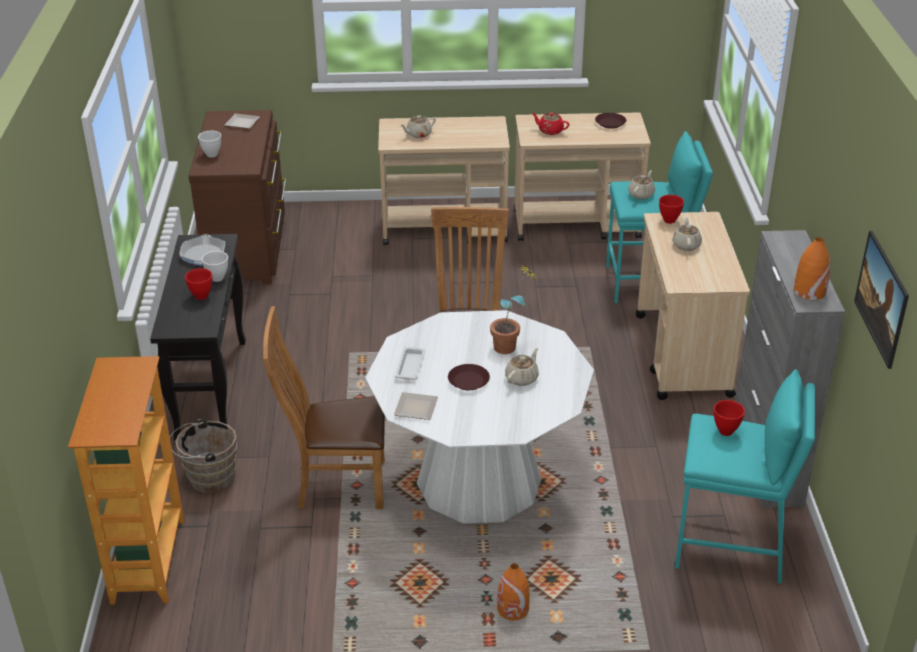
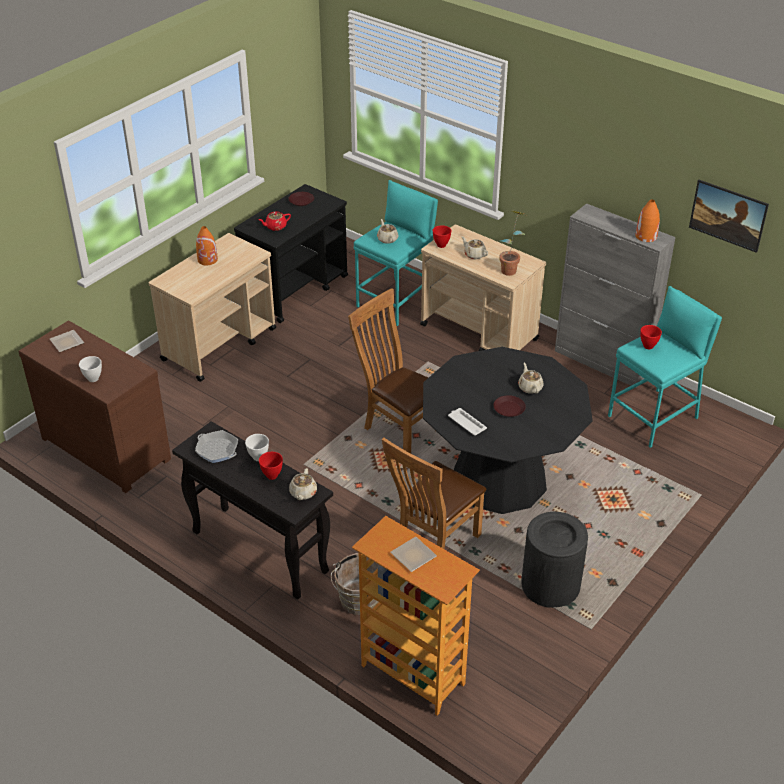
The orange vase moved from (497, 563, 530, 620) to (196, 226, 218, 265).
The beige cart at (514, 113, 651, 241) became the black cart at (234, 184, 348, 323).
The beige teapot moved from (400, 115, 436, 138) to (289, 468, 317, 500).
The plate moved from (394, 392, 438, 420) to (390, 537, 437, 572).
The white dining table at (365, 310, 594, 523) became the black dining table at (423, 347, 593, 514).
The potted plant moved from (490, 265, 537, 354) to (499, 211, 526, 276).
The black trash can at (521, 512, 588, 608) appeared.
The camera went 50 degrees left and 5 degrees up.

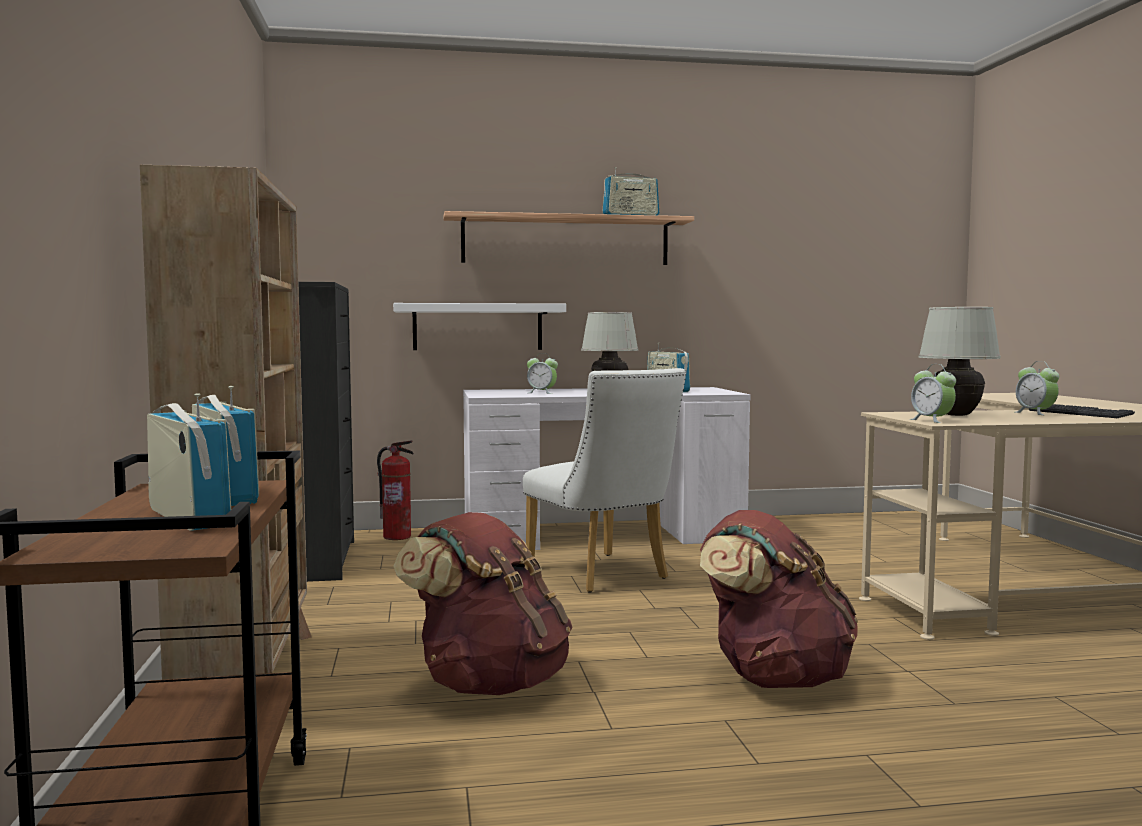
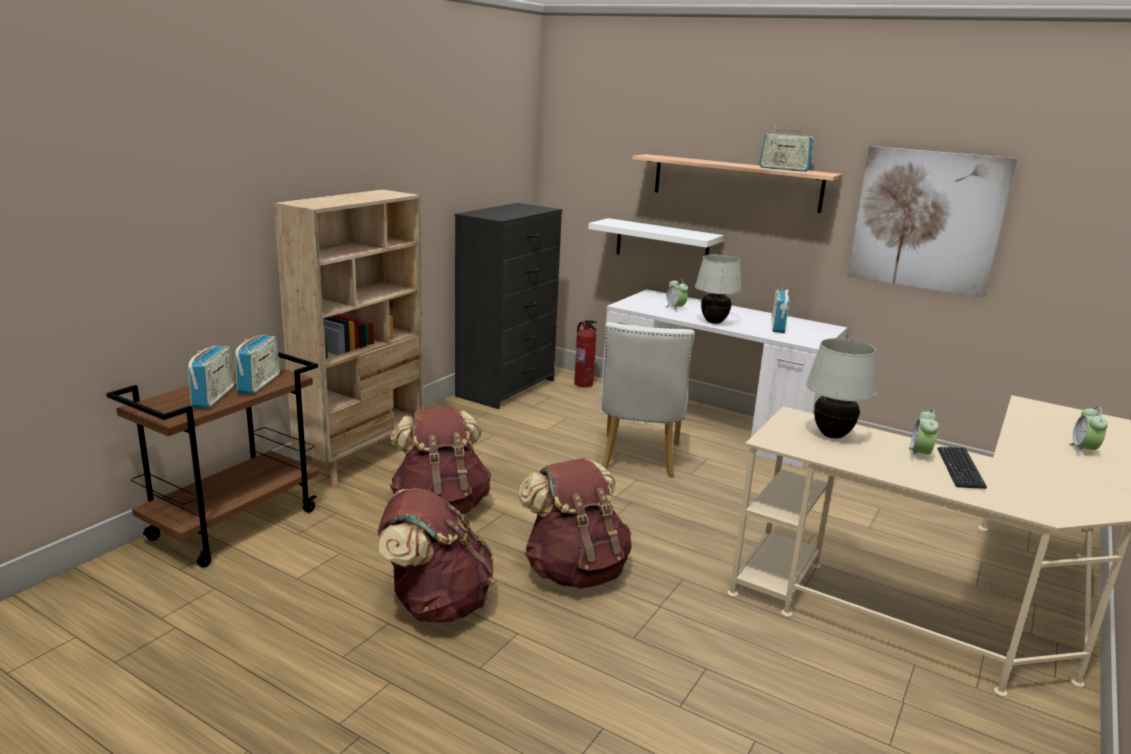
The brown backpack at (377, 488, 493, 622) appeared.
The picture at (847, 146, 1017, 298) appeared.
The alarm clock moved from (910, 364, 956, 423) to (1069, 406, 1108, 456).
The camera went 40 degrees right and 15 degrees up.

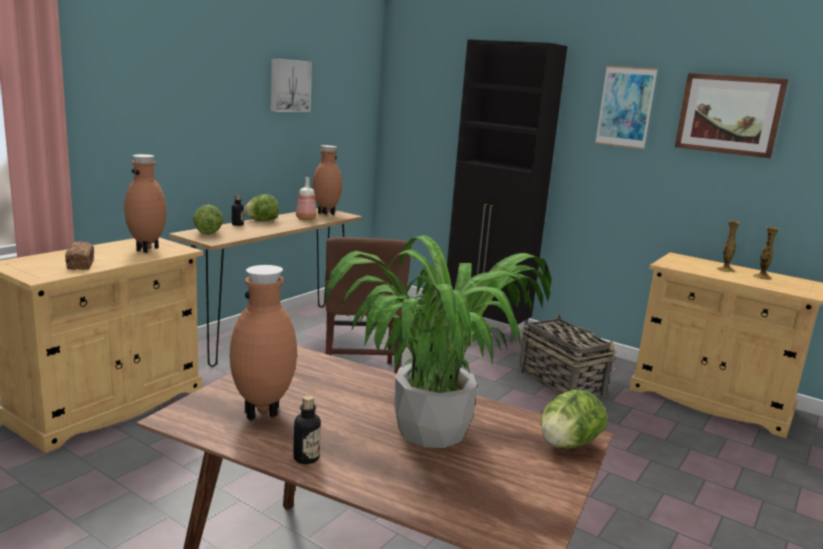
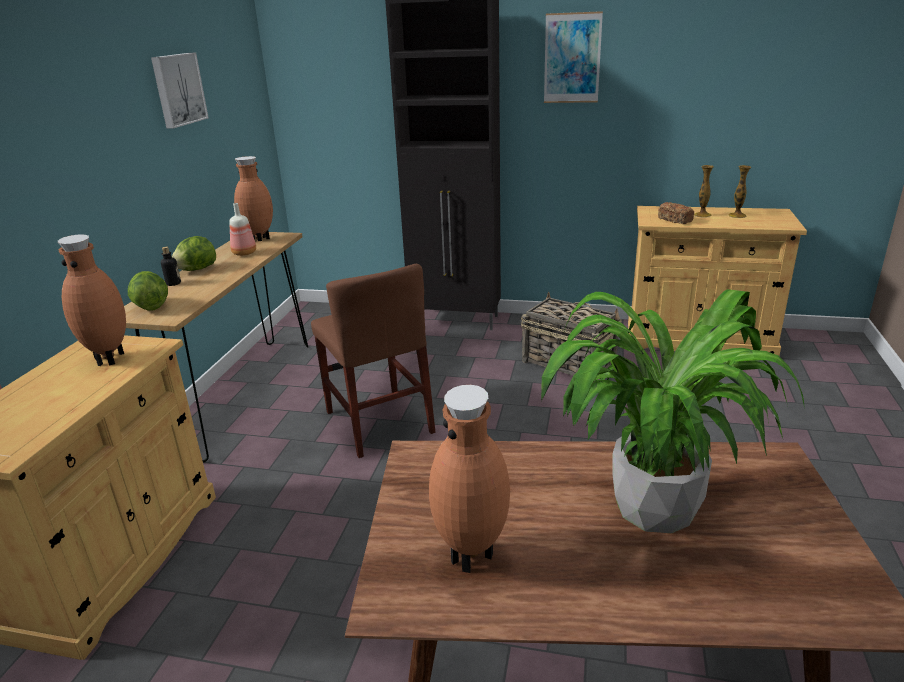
The bread moved from (65, 241, 94, 270) to (658, 202, 694, 224).
The bottle at (293, 395, 321, 464) disappeared.
The lettuce at (541, 389, 608, 449) disappeared.
The picture at (675, 73, 789, 158) disappeared.
The camera went 20 degrees left and 10 degrees up.

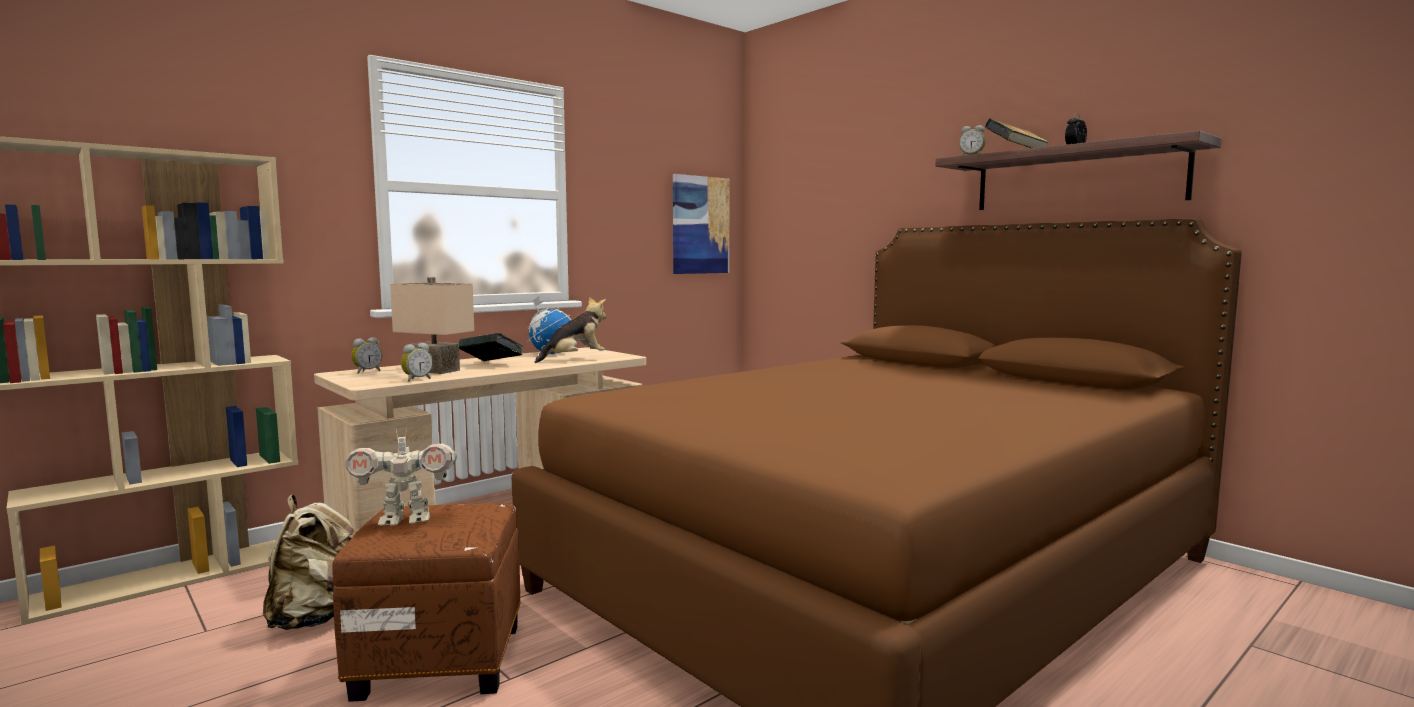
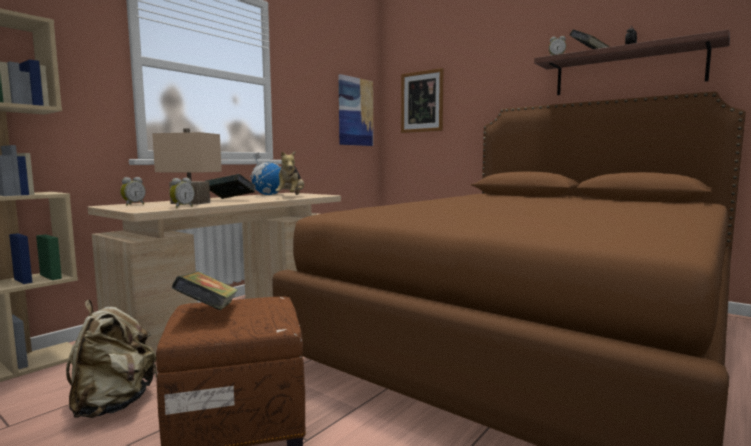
The toy robot at (346, 427, 457, 525) was replaced by the book at (172, 271, 238, 310).
The plush toy at (535, 297, 606, 363) turned 135 degrees clockwise.
The picture at (401, 68, 444, 133) appeared.
The camera went 10 degrees left and 0 degrees up.

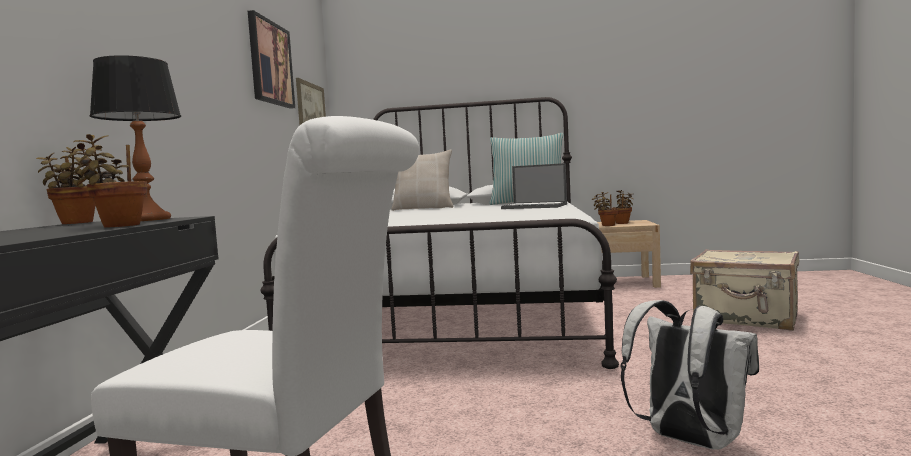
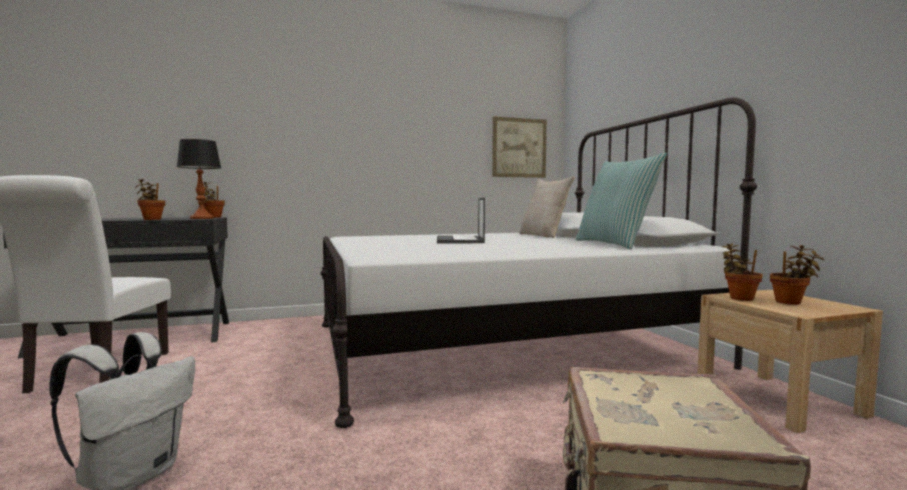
The laptop moved from (501, 163, 567, 209) to (437, 198, 485, 243).
The picture at (248, 10, 295, 109) disappeared.
The camera went 65 degrees right and 0 degrees up.

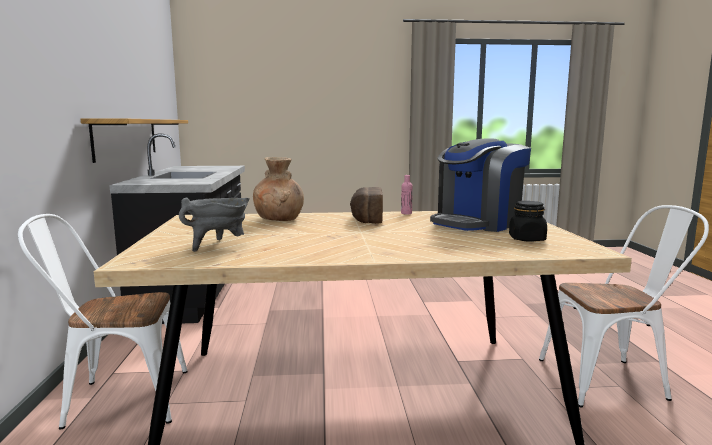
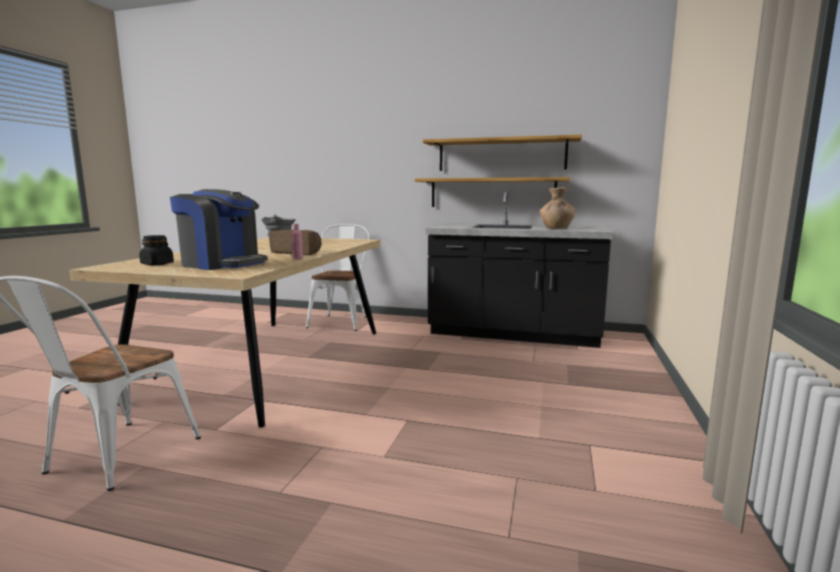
The coffee machine at (430, 138, 531, 232) turned 135 degrees clockwise.
The shelf at (423, 135, 582, 171) appeared.
The brown vase moved from (253, 157, 304, 221) to (540, 187, 575, 229).
The camera went 110 degrees right and 0 degrees up.

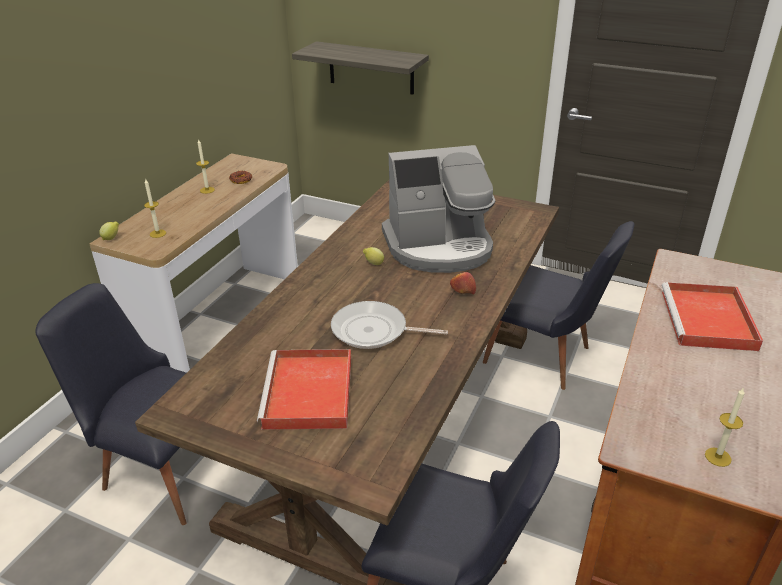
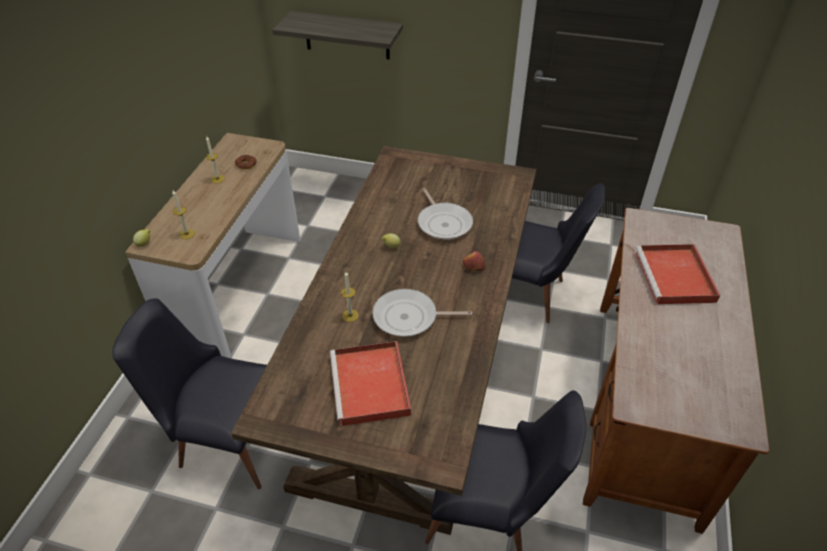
The candle moved from (705, 387, 745, 467) to (341, 272, 359, 322).
The coffee machine at (382, 145, 495, 273) was replaced by the frying pan at (418, 188, 473, 240).
The camera went 10 degrees left and 10 degrees up.

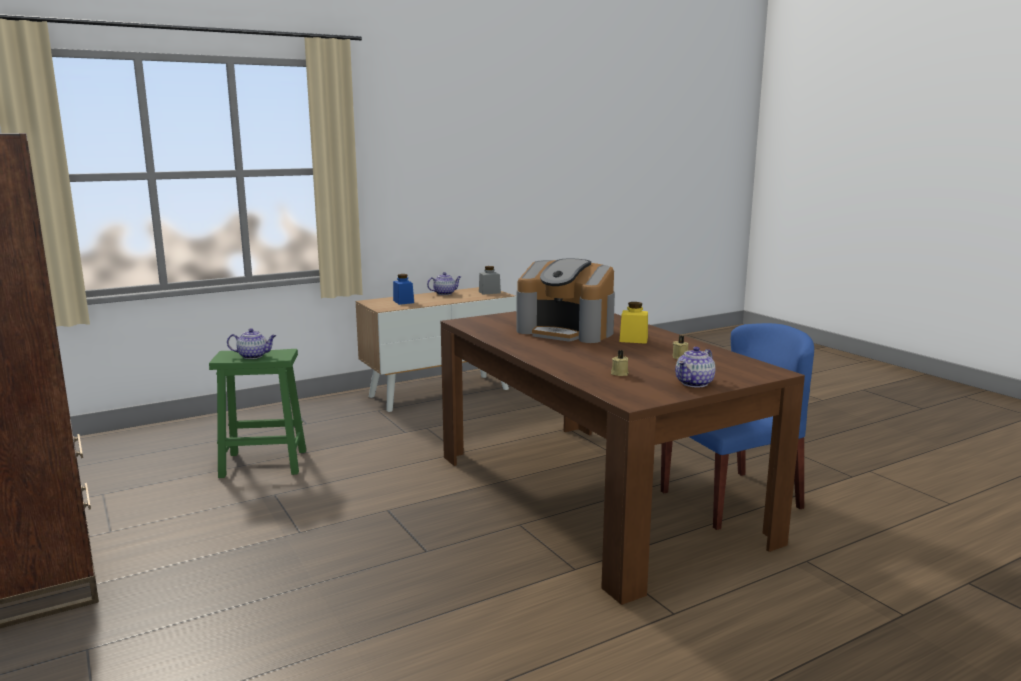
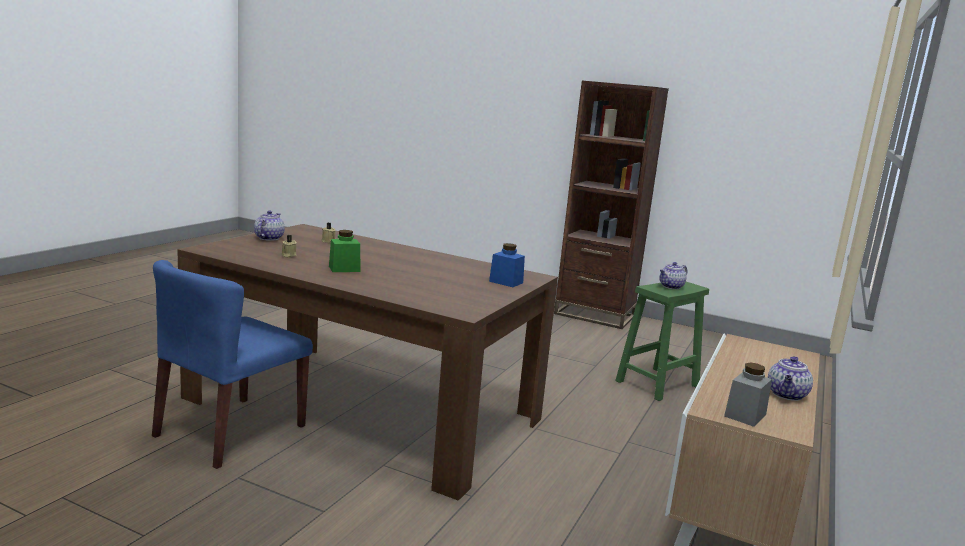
The yellow jar at (619, 302, 648, 344) became the green jar at (329, 230, 360, 272).
The blue jar moved from (393, 274, 414, 305) to (489, 243, 525, 287).
The coffee machine at (516, 259, 615, 343) disappeared.
The camera went 145 degrees right and 0 degrees up.

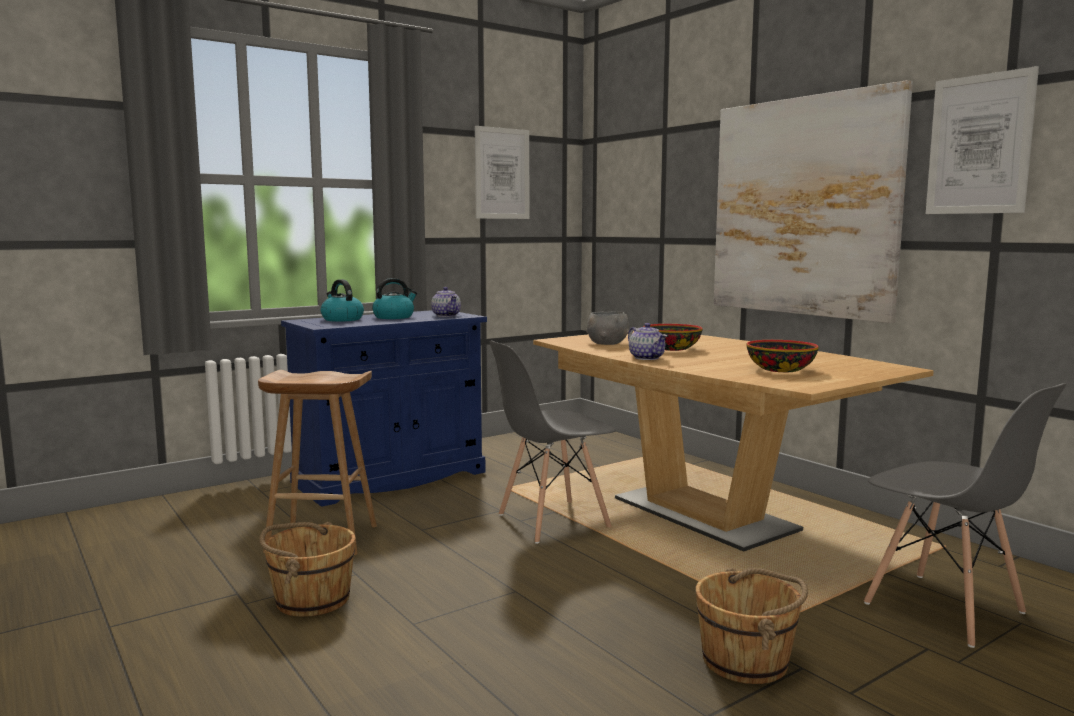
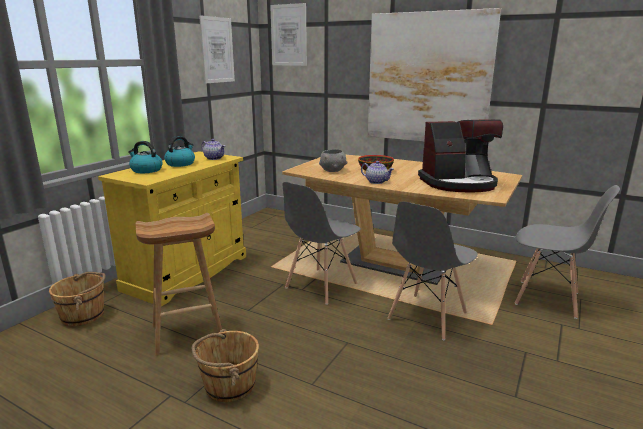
The brown bucket moved from (695, 568, 808, 684) to (49, 272, 106, 326).
The blue cabinet at (281, 310, 487, 507) became the yellow cabinet at (98, 151, 246, 307).
The picture moved from (926, 66, 1039, 214) to (270, 3, 307, 66).
The grey chair at (388, 202, 478, 340) appeared.
The bowl at (746, 340, 819, 372) was replaced by the coffee machine at (418, 119, 503, 193).
The camera went 25 degrees left and 10 degrees up.

